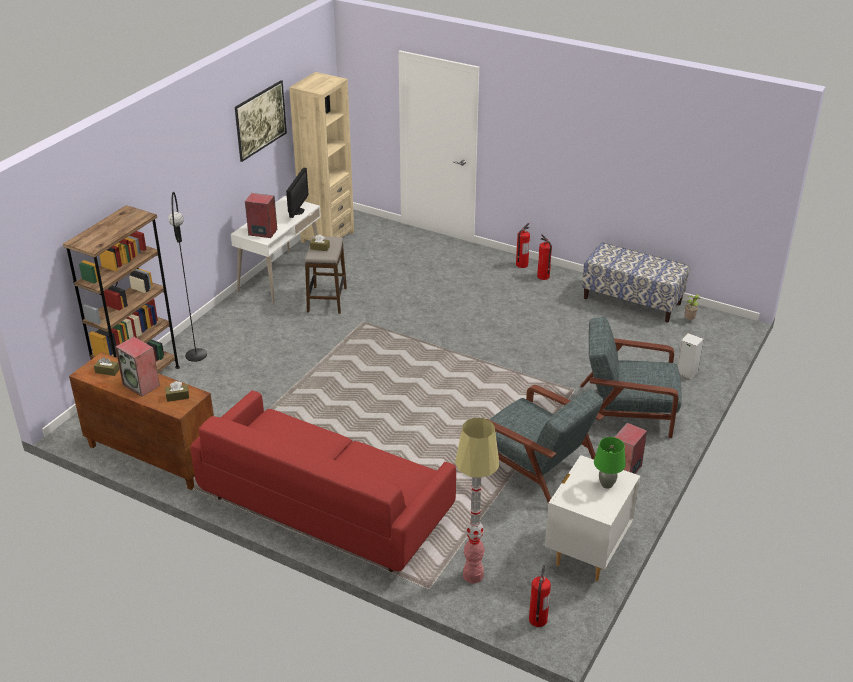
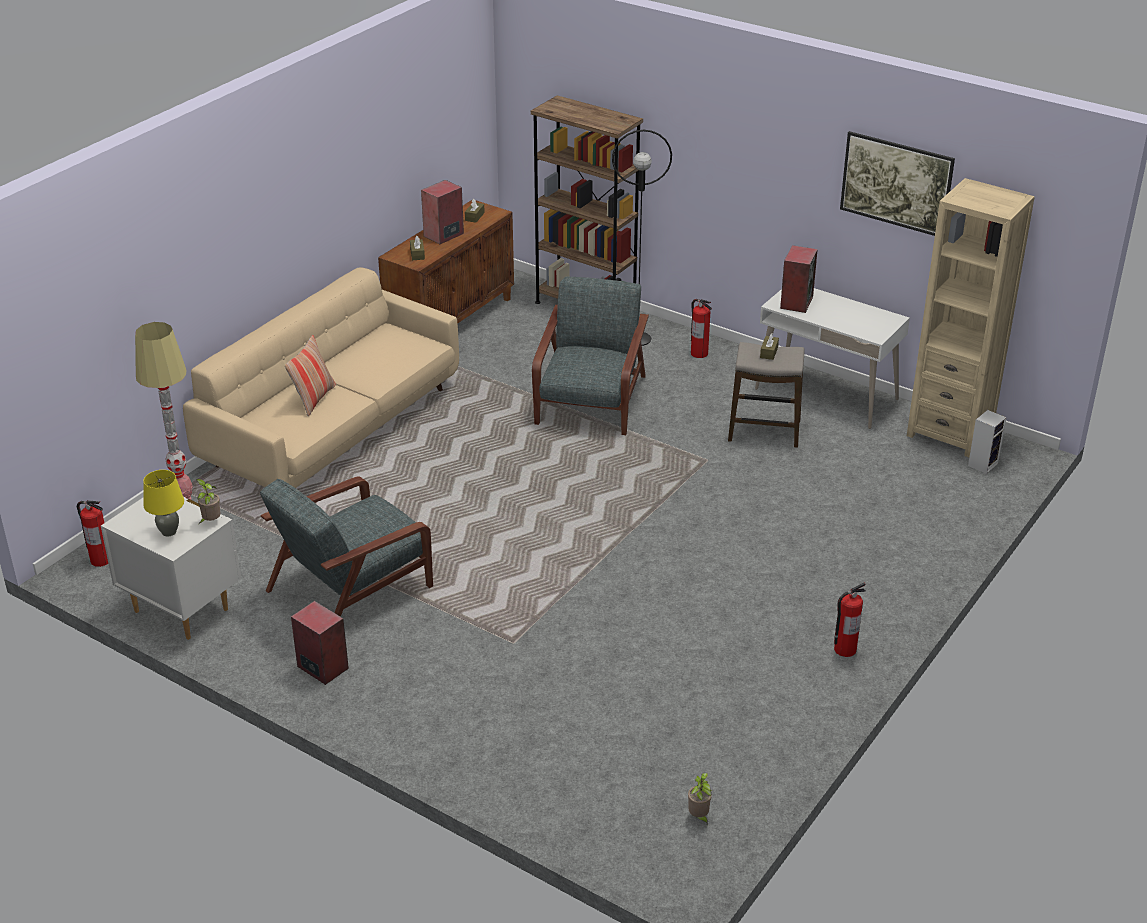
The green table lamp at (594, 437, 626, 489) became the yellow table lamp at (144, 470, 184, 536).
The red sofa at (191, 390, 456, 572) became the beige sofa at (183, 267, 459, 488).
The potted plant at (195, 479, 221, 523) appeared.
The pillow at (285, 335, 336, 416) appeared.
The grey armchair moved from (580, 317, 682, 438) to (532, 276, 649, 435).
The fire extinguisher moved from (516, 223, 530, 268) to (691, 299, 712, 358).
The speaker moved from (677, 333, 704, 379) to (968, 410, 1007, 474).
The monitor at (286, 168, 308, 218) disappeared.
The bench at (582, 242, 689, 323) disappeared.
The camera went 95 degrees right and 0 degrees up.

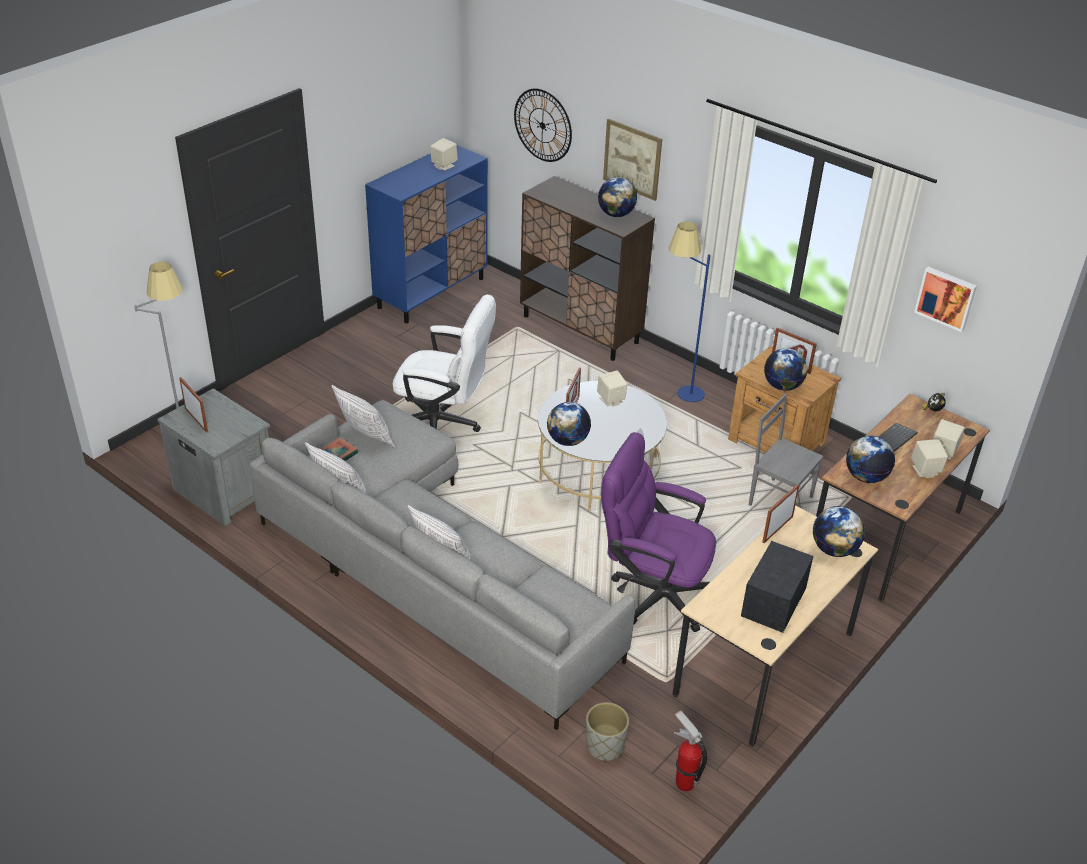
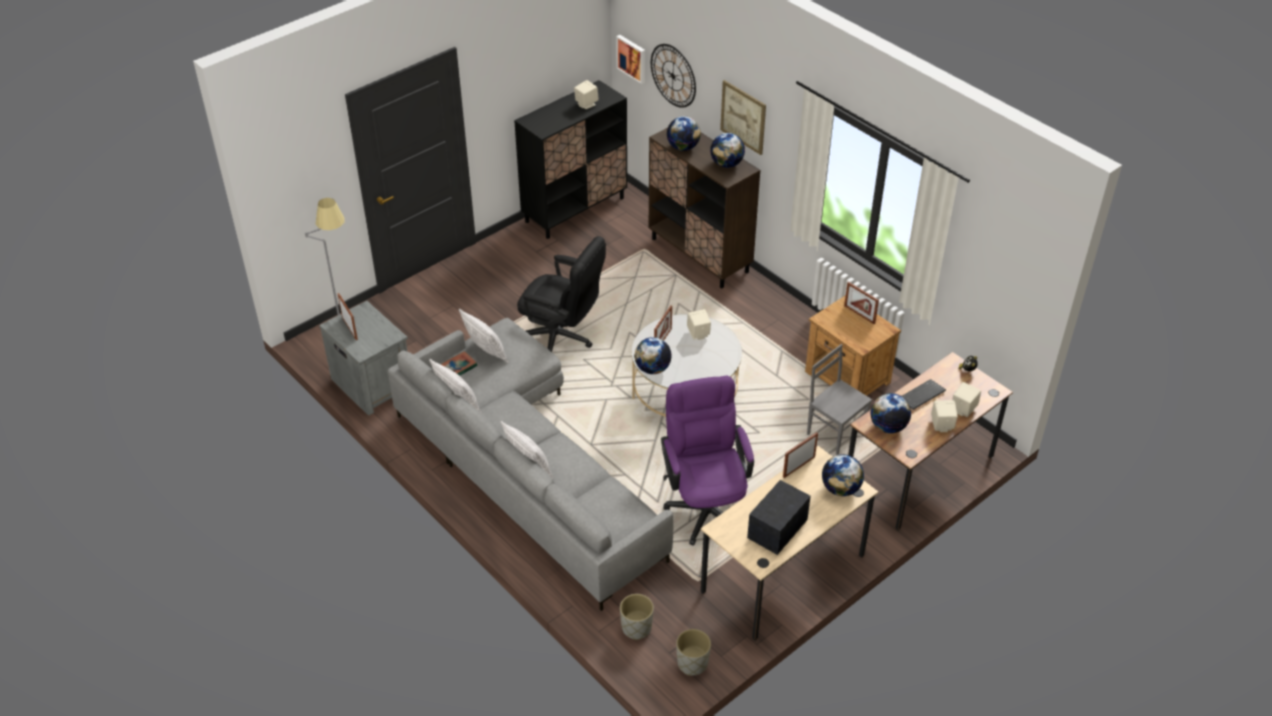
The blue cabinet at (365, 145, 488, 323) became the black cabinet at (514, 80, 627, 239).
The white office chair at (393, 295, 496, 432) became the black office chair at (517, 236, 606, 352).
The picture moved from (914, 267, 977, 332) to (616, 35, 645, 84).
The purple office chair at (601, 432, 716, 632) turned 45 degrees clockwise.
The globe moved from (764, 348, 807, 391) to (667, 116, 701, 151).
The fire extinguisher at (674, 710, 707, 792) was replaced by the grey planter at (676, 629, 711, 676).
The blue floor lamp at (668, 222, 710, 402) disappeared.
The camera went 10 degrees right and 5 degrees up.

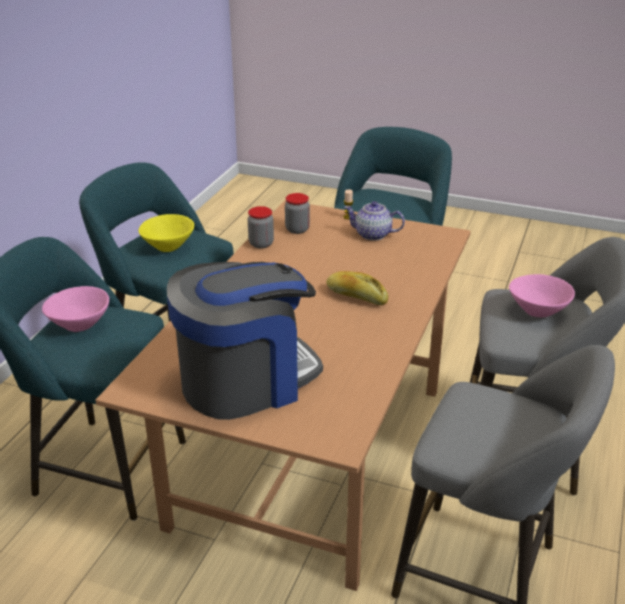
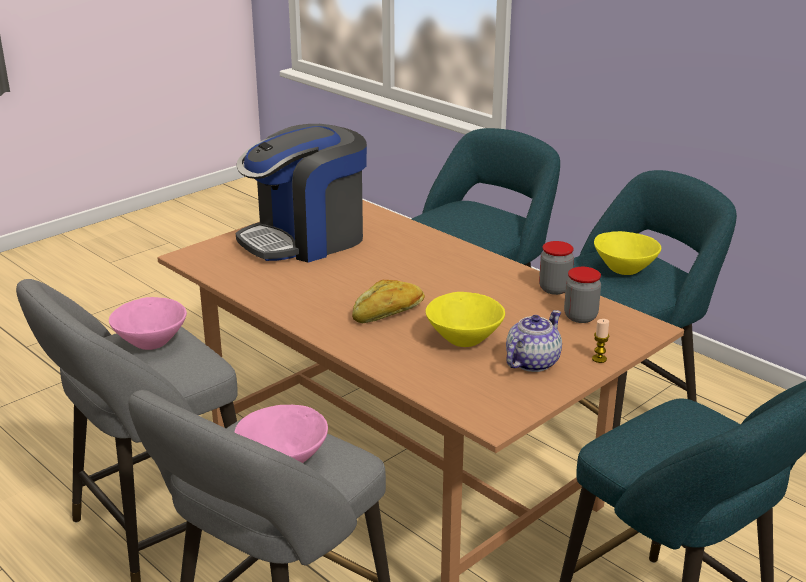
The pink bowl moved from (42, 286, 109, 332) to (109, 297, 187, 350).
The coffee machine at (167, 262, 323, 420) turned 60 degrees clockwise.
The yellow bowl at (426, 292, 505, 347) appeared.
The camera went 115 degrees right and 5 degrees down.

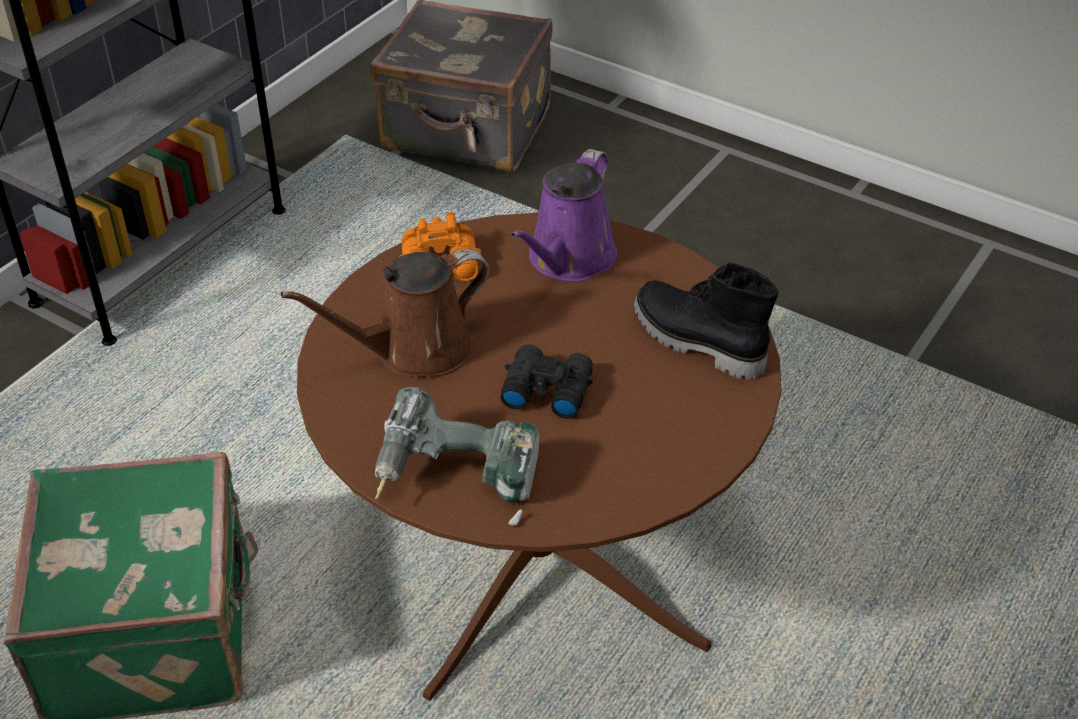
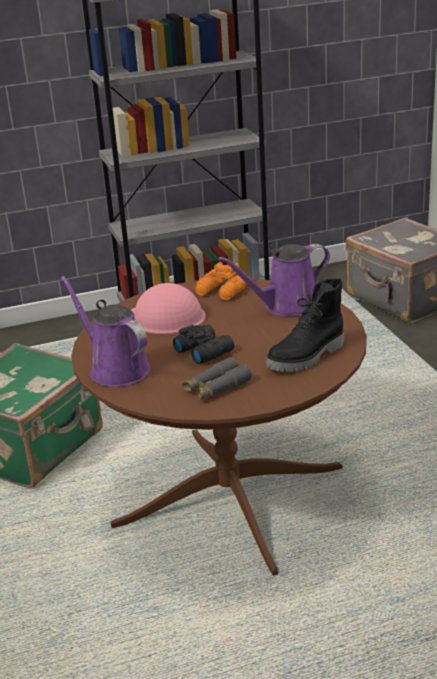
The power drill at (375, 387, 539, 526) was replaced by the purple watering can at (61, 276, 150, 387).
The brown watering can at (281, 249, 490, 377) was replaced by the pink hard hat at (131, 283, 206, 334).
The grey binoculars at (182, 357, 252, 400) appeared.
The black boot at (634, 262, 778, 380) turned 120 degrees counterclockwise.
The camera went 40 degrees right and 15 degrees down.

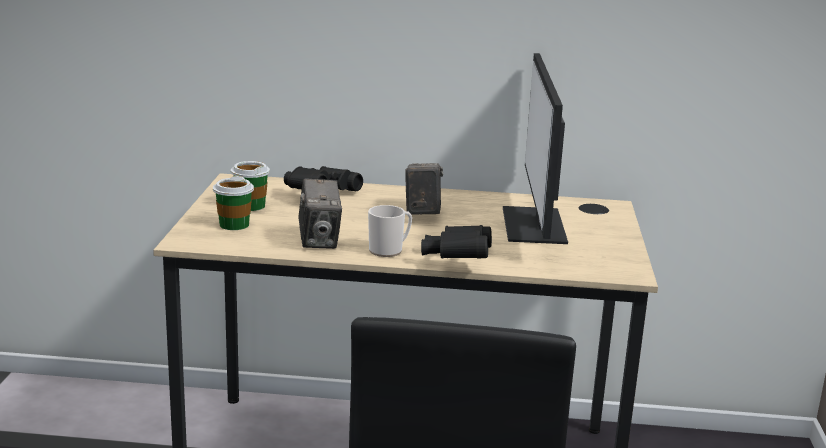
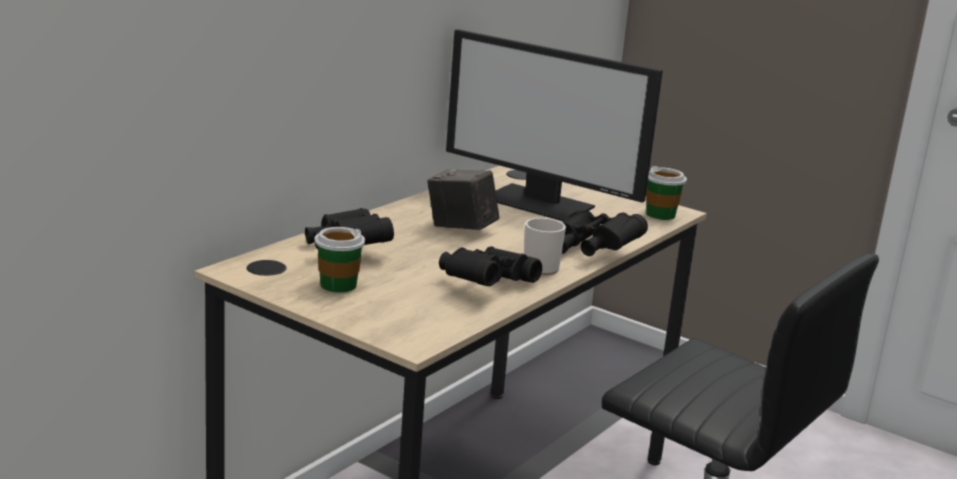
The photo camera at (298, 178, 342, 249) was replaced by the black binoculars at (439, 246, 542, 286).
The cup moved from (213, 176, 254, 230) to (646, 166, 687, 220).
The camera went 60 degrees left and 0 degrees up.

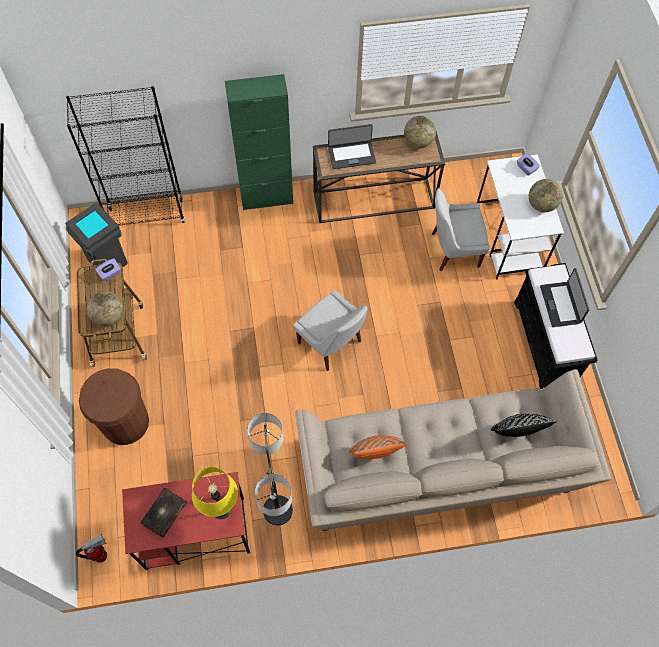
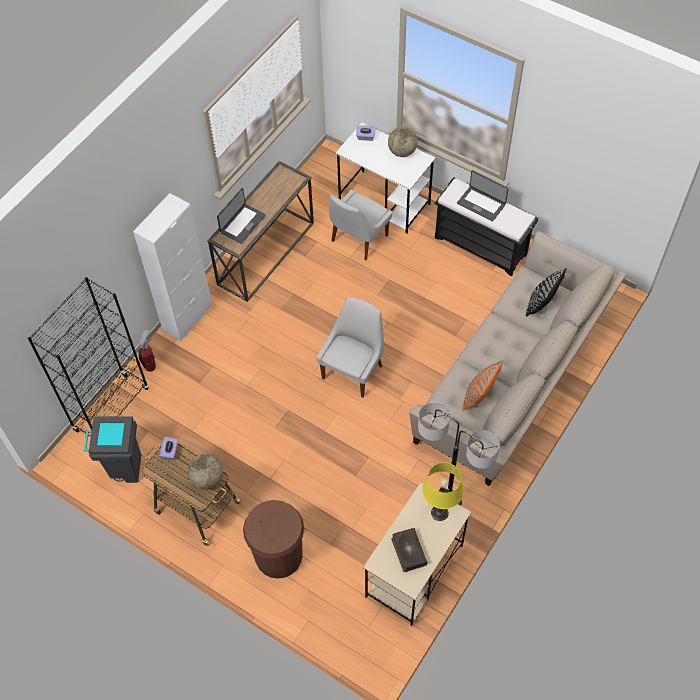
The green cabinet at (225, 74, 293, 210) became the white cabinet at (133, 193, 213, 342).
The fire extinguisher moved from (76, 534, 107, 563) to (138, 329, 156, 372).
The white chair at (293, 290, 367, 371) turned 60 degrees counterclockwise.
The red desk at (122, 472, 250, 570) became the beige desk at (363, 482, 471, 626).
The globe at (404, 116, 436, 148) disappeared.
The camera went 45 degrees left and 5 degrees down.

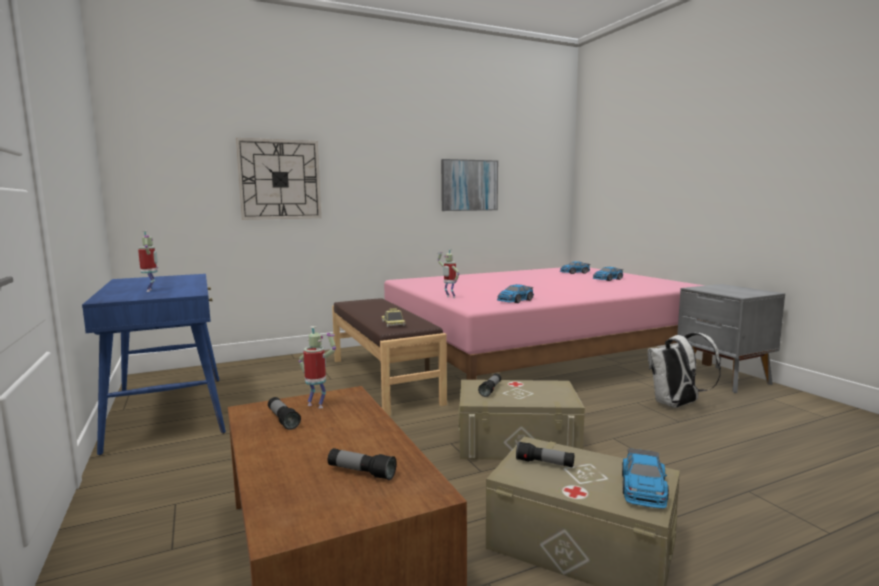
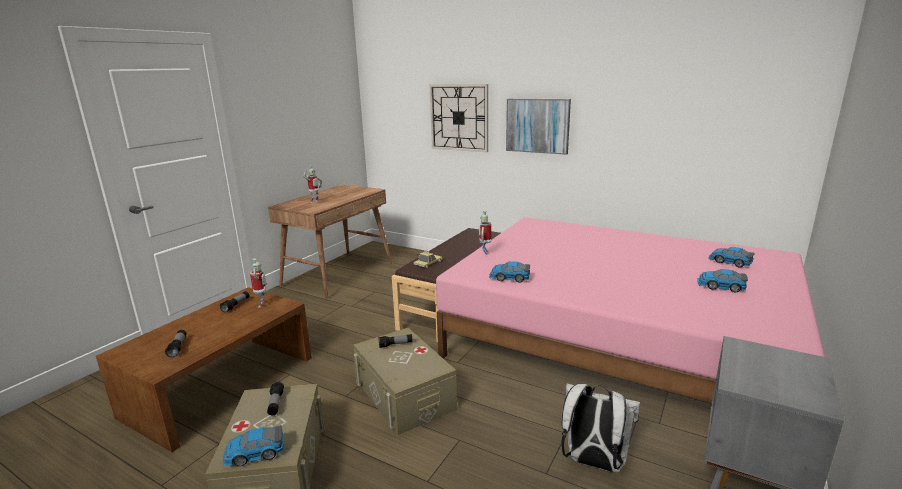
The blue desk at (82, 274, 226, 455) became the brown desk at (268, 184, 392, 299).
The picture moved from (441, 159, 498, 211) to (506, 99, 571, 155).
The camera went 55 degrees right and 10 degrees up.

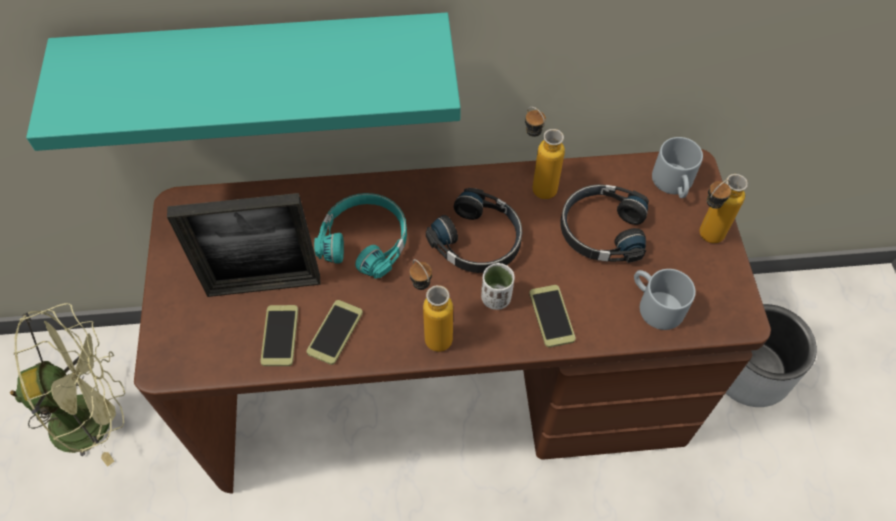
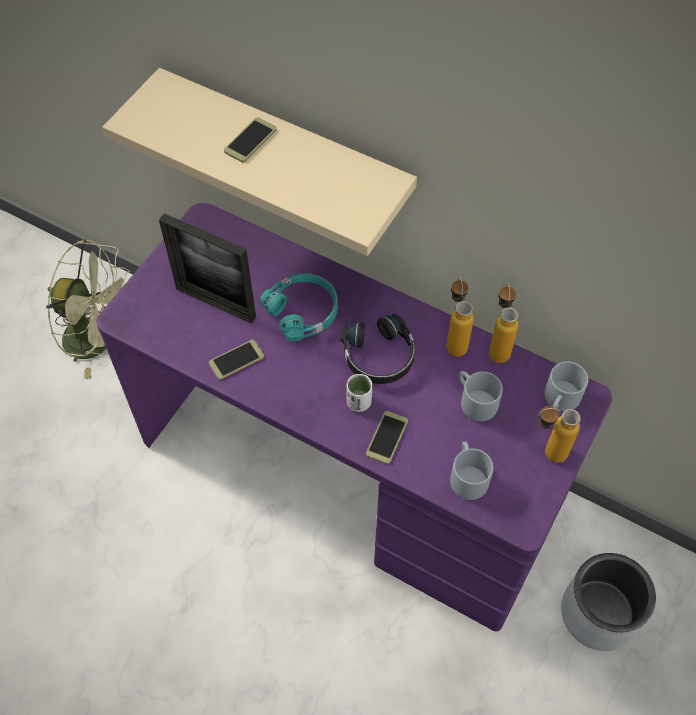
The brown desk at (134, 149, 771, 494) became the purple desk at (96, 203, 612, 632).
The turquoise shelf at (26, 13, 461, 151) became the beige shelf at (103, 68, 417, 256).
The phone moved from (260, 305, 298, 366) to (224, 117, 277, 162).
The black headphones at (561, 184, 649, 263) was replaced by the grey mug at (458, 371, 503, 422).
The bottle moved from (410, 259, 453, 352) to (489, 283, 518, 363).
The camera went 35 degrees right and 0 degrees up.

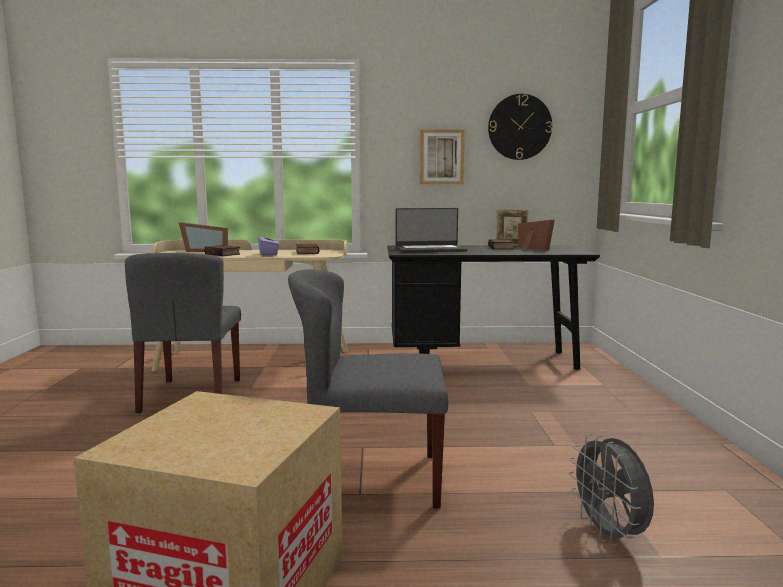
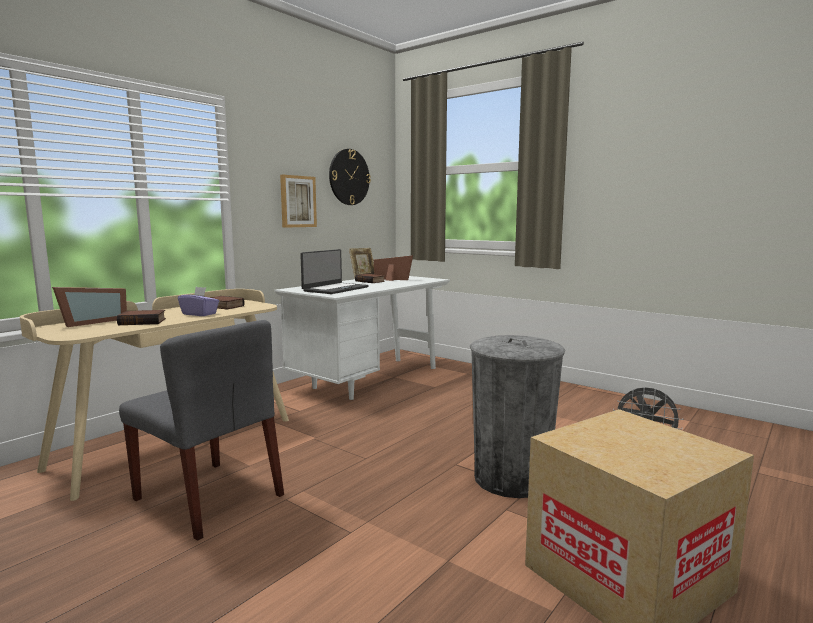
The black desk at (387, 245, 600, 370) became the white desk at (274, 276, 450, 400).
The grey chair at (288, 270, 449, 509) was replaced by the grey trash can at (470, 335, 565, 498).
The camera went 50 degrees left and 0 degrees up.

